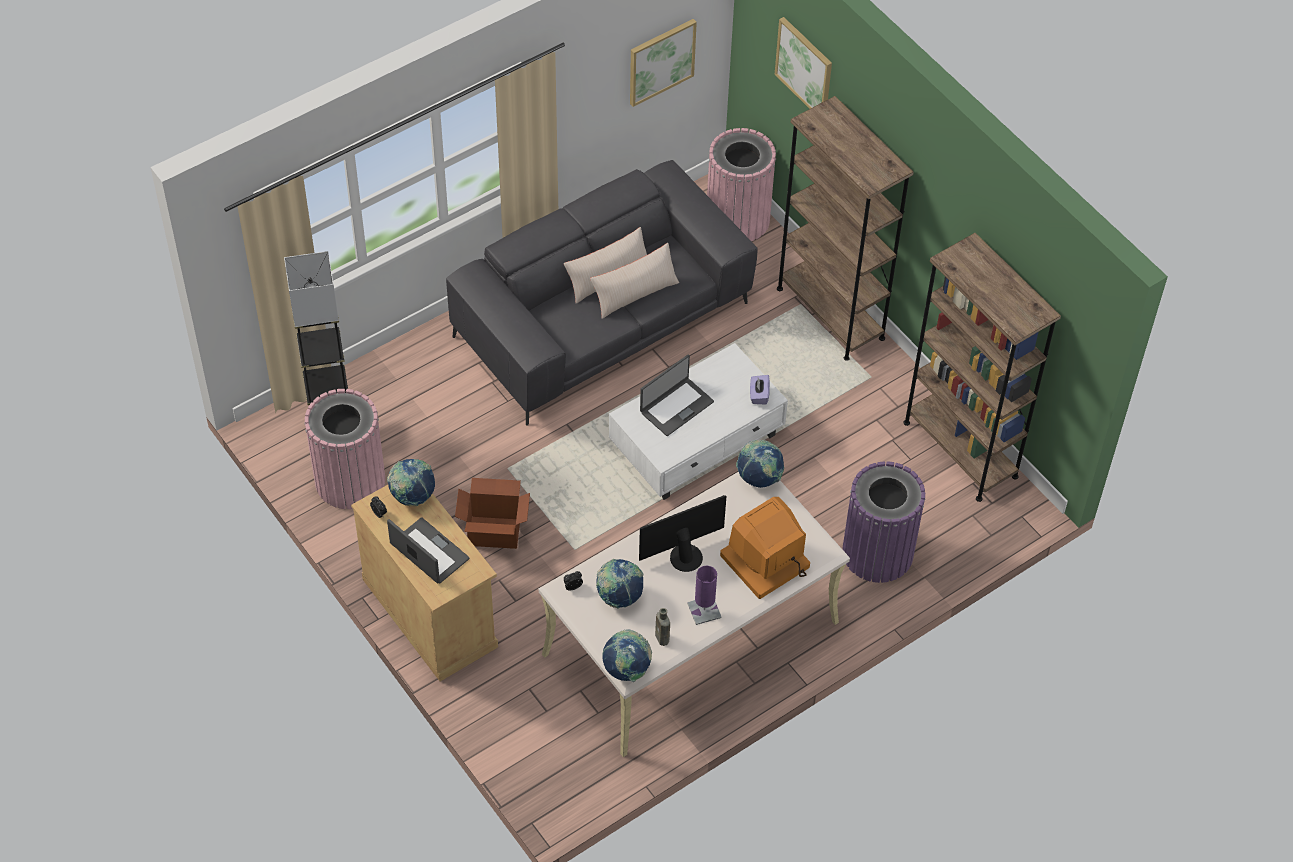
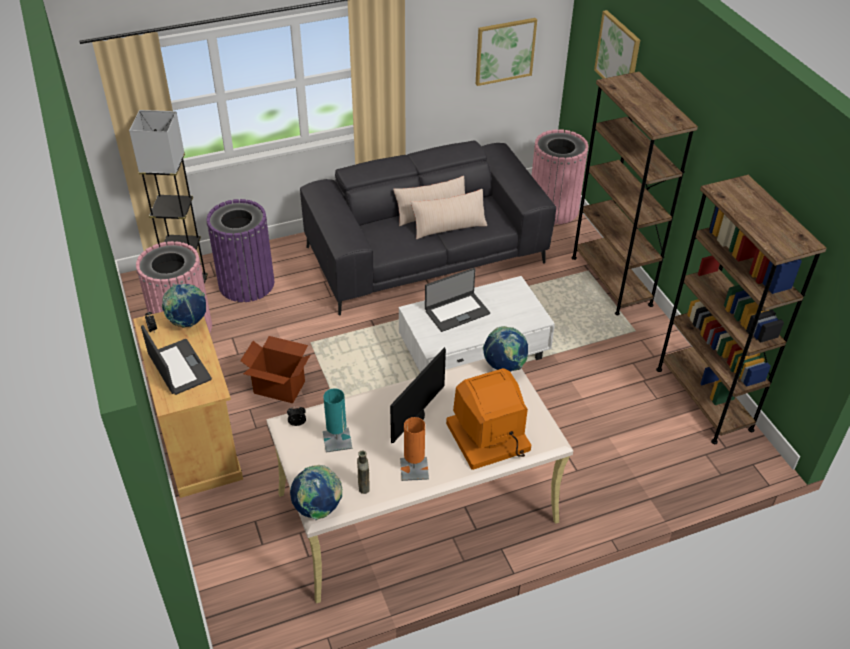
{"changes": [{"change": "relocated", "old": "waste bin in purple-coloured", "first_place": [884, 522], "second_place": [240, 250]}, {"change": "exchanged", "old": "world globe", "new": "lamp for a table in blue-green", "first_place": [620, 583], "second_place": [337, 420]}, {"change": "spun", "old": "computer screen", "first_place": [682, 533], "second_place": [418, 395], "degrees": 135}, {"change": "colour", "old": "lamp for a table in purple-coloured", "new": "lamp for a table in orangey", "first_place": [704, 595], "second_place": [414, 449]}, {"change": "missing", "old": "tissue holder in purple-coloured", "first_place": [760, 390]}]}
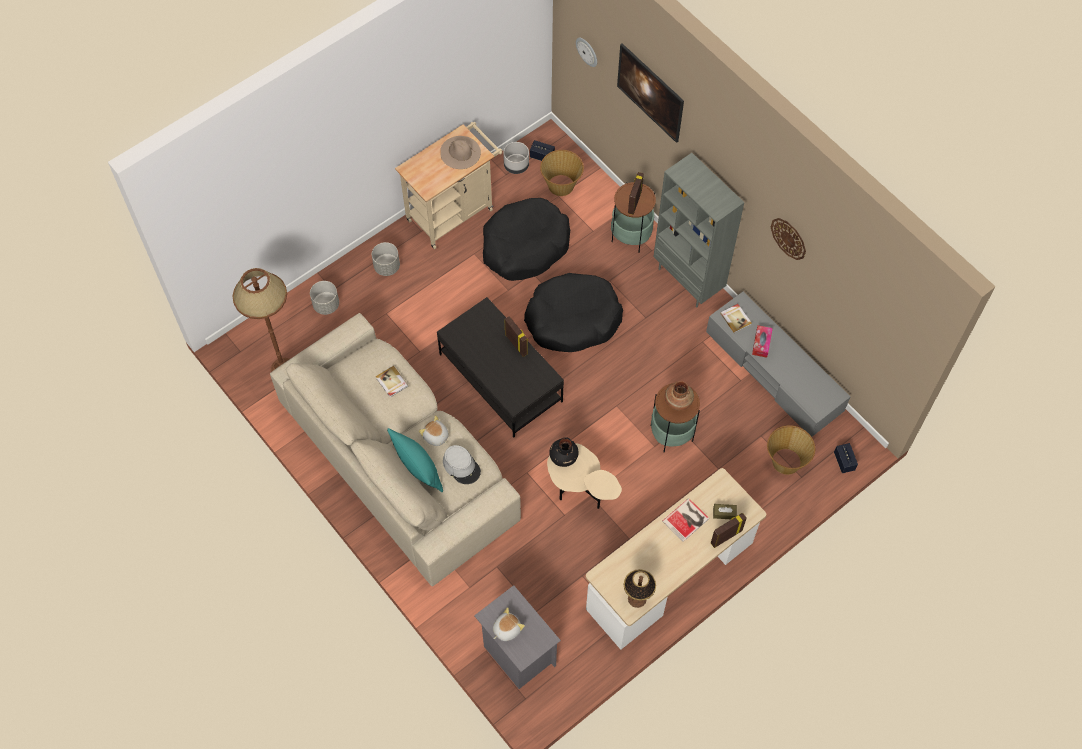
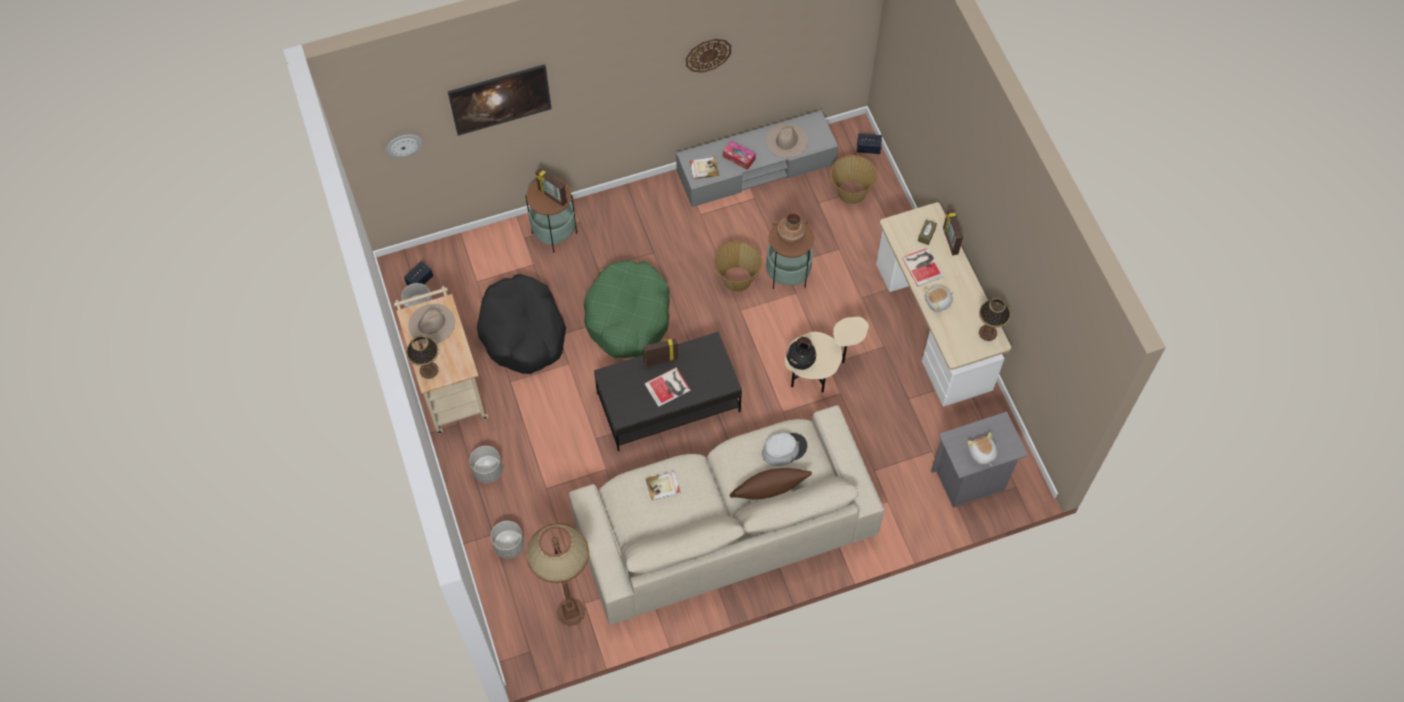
{"changes": [{"change": "appeared", "new": "lamp for a table", "second_place": [422, 357]}, {"change": "colour", "old": "pet bed in black", "new": "pet bed in greenish", "first_place": [573, 312], "second_place": [626, 309]}, {"change": "appeared", "new": "book", "second_place": [667, 387]}, {"change": "relocated", "old": "storage basket", "first_place": [562, 173], "second_place": [738, 266]}, {"change": "colour", "old": "pillow in blue-green", "new": "pillow in brownish", "first_place": [415, 460], "second_place": [771, 484]}, {"change": "appeared", "new": "wearable hat in beige-coloured", "second_place": [787, 140]}, {"change": "relocated", "old": "soft toy", "first_place": [434, 430], "second_place": [938, 299]}, {"change": "missing", "old": "bookcase in gray", "first_place": [698, 230]}]}
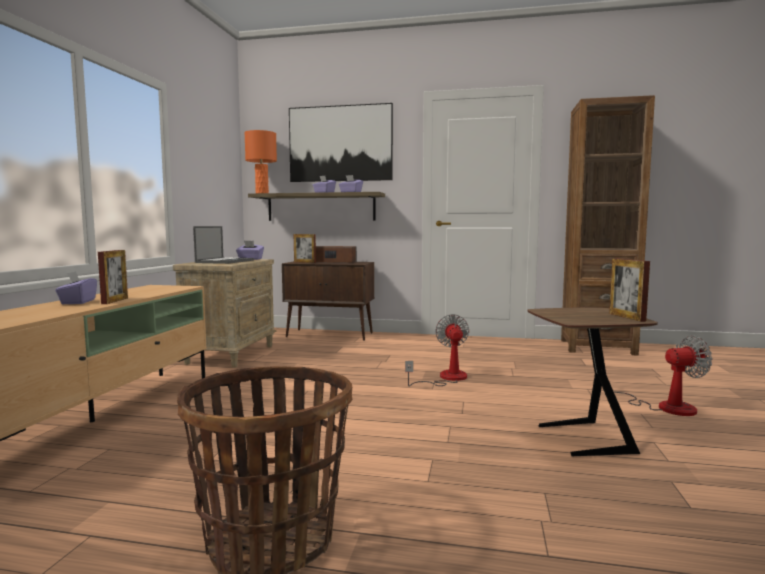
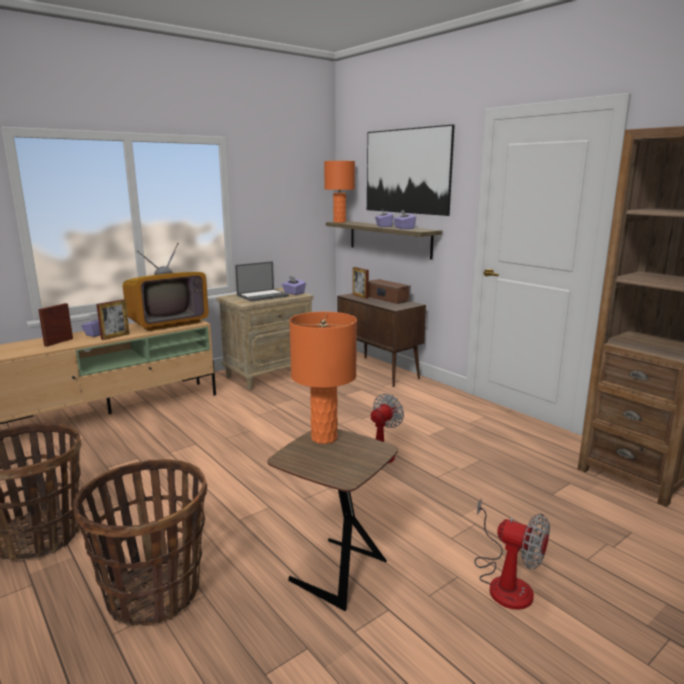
{"changes": [{"change": "relocated", "old": "standing frame", "first_place": [629, 290], "second_place": [55, 325]}, {"change": "appeared", "new": "storage basket", "second_place": [140, 542]}, {"change": "appeared", "new": "TV set", "second_place": [166, 287]}, {"change": "appeared", "new": "lamp for a table in orangey", "second_place": [323, 378]}]}
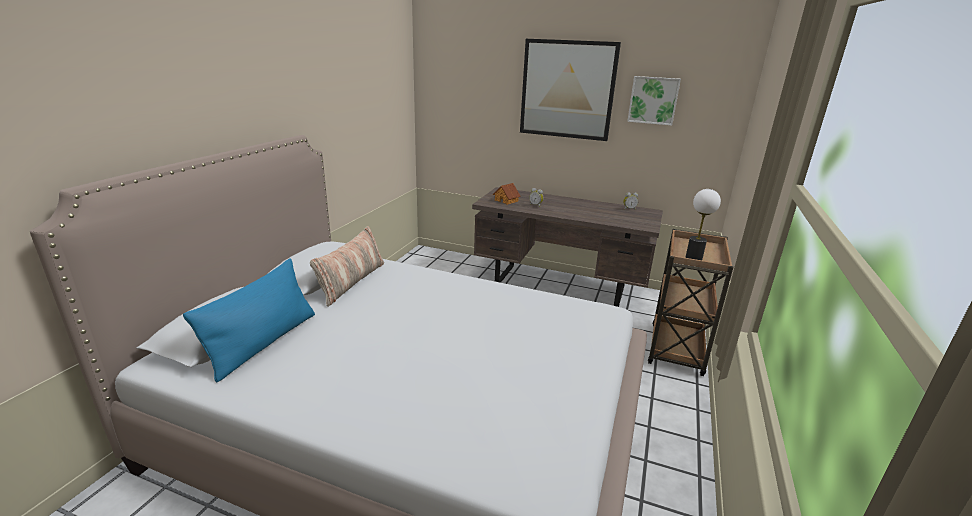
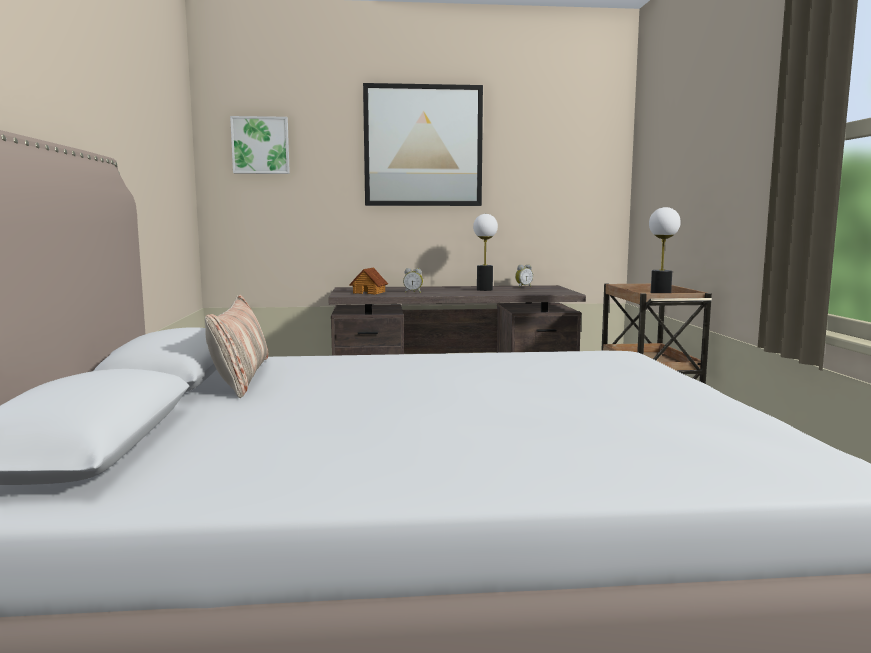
{"changes": [{"change": "relocated", "old": "wall picture", "first_place": [654, 101], "second_place": [260, 145]}, {"change": "appeared", "new": "lamp for a table", "second_place": [485, 252]}, {"change": "missing", "old": "pillow in bluish", "first_place": [249, 320]}]}
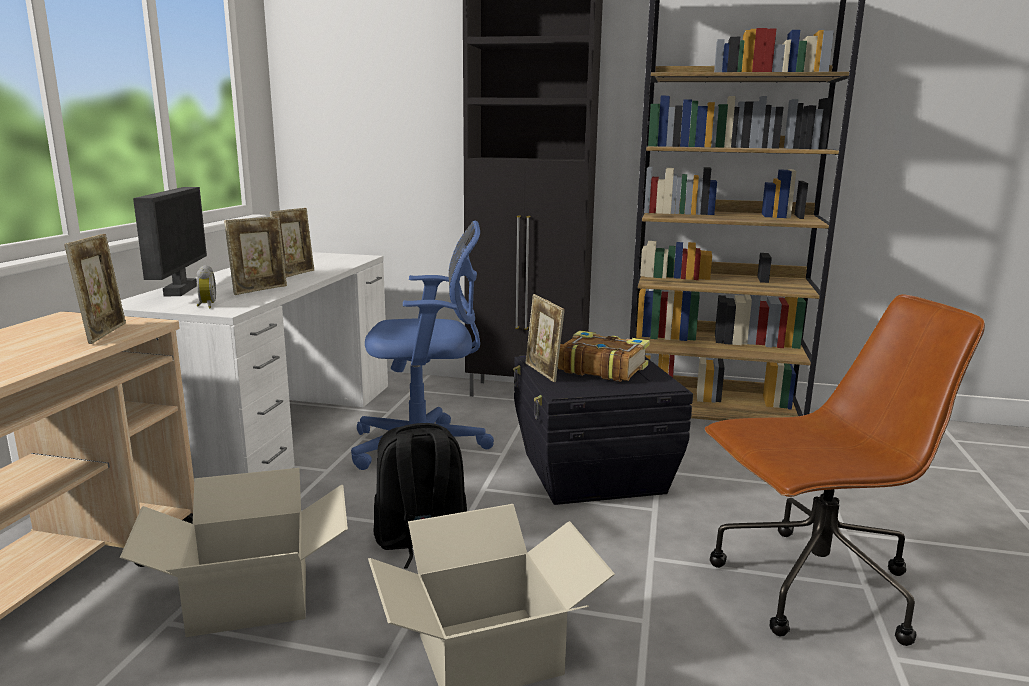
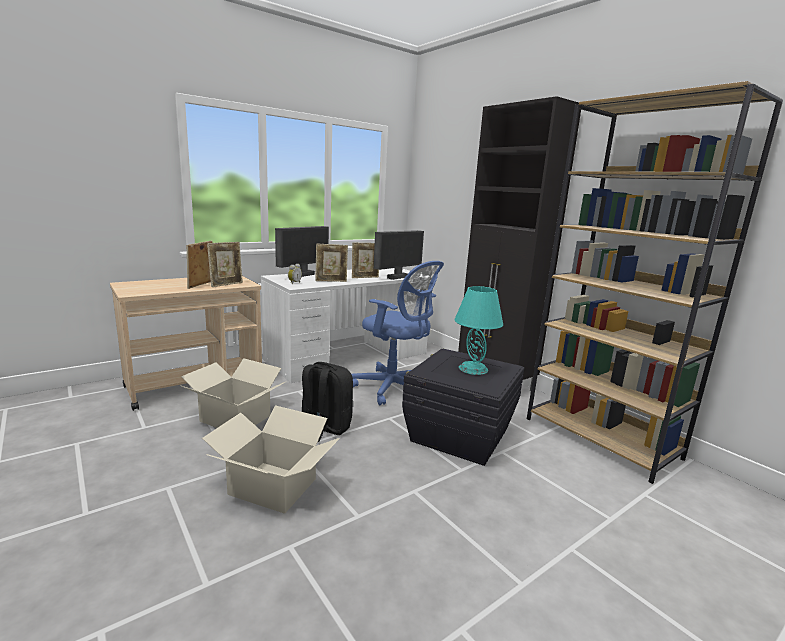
{"changes": [{"change": "relocated", "old": "standing frame", "first_place": [545, 338], "second_place": [200, 265]}, {"change": "appeared", "new": "computer screen", "second_place": [399, 255]}, {"change": "exchanged", "old": "book", "new": "lamp for a table in blue-green", "first_place": [604, 356], "second_place": [478, 330]}, {"change": "missing", "old": "office chair in brownish", "first_place": [845, 470]}]}
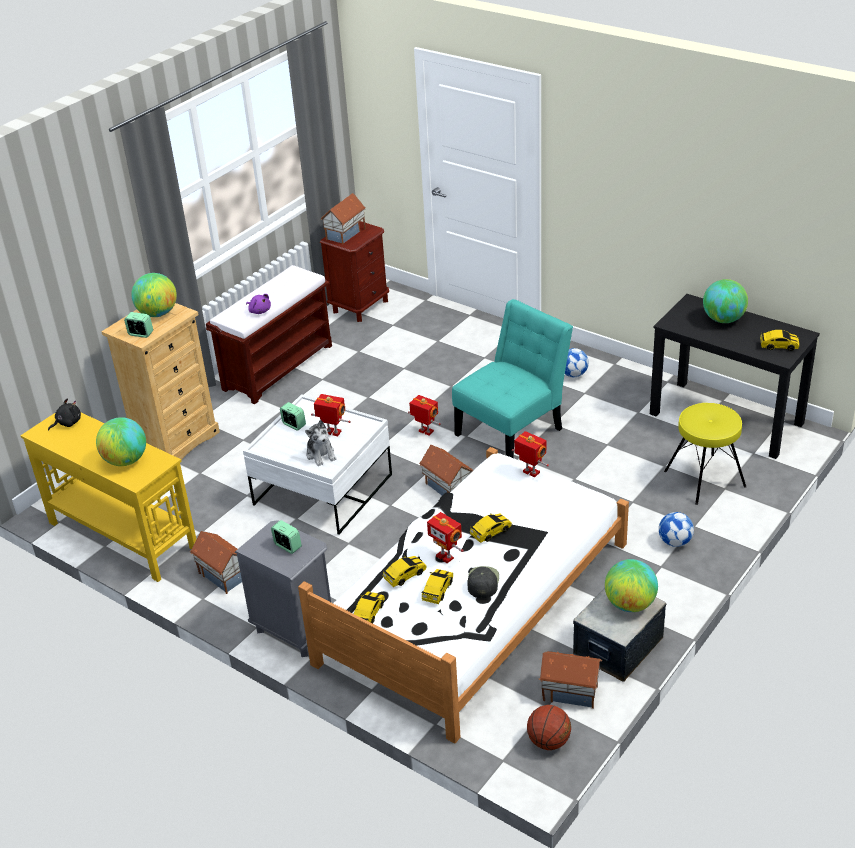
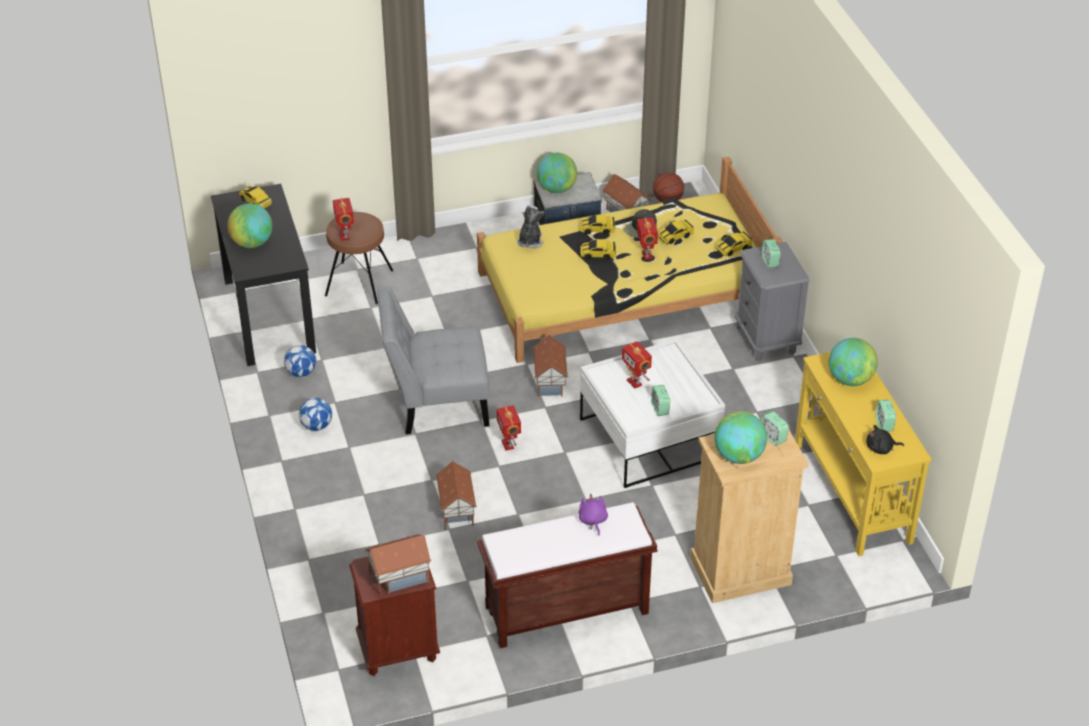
{"changes": [{"change": "relocated", "old": "ball for football", "first_place": [676, 529], "second_place": [300, 361]}, {"change": "colour", "old": "stool seat in yellow-coloured", "new": "stool seat in brownish", "first_place": [705, 454], "second_place": [359, 258]}, {"change": "relocated", "old": "robot figure", "first_place": [530, 454], "second_place": [343, 219]}, {"change": "colour", "old": "chair in blue-green", "new": "chair in gray", "first_place": [512, 378], "second_place": [433, 360]}, {"change": "relocated", "old": "model house", "first_place": [216, 562], "second_place": [456, 495]}, {"change": "colour", "old": "bedroom bed in whitish", "new": "bedroom bed in yellow-coloured", "first_place": [463, 595], "second_place": [630, 259]}, {"change": "relocated", "old": "soft toy", "first_place": [321, 443], "second_place": [530, 227]}, {"change": "relocated", "old": "miniature car", "first_place": [405, 571], "second_place": [597, 224]}, {"change": "appeared", "new": "bedside clock", "second_place": [885, 416]}]}
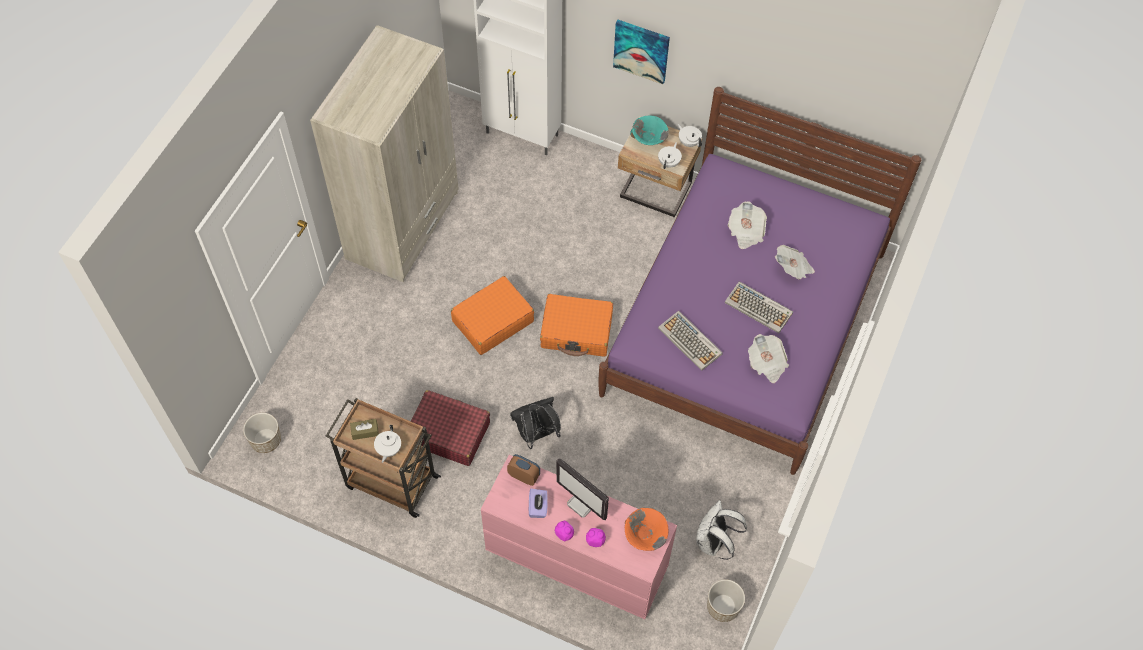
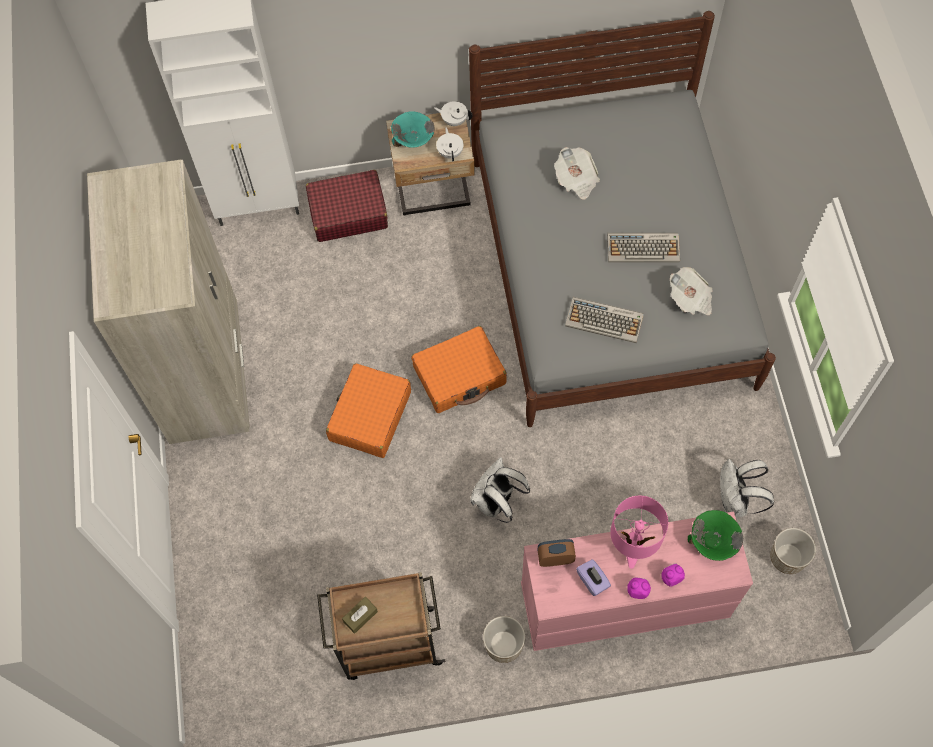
{"changes": [{"change": "relocated", "old": "suitcase in reddish", "first_place": [450, 428], "second_place": [347, 206]}, {"change": "colour", "old": "bedroom bed in purple-coloured", "new": "bedroom bed in gray", "first_place": [759, 281], "second_place": [622, 219]}, {"change": "colour", "old": "knapsack in black", "new": "knapsack in whitish", "first_place": [535, 423], "second_place": [500, 490]}, {"change": "relocated", "old": "flower pot", "first_place": [262, 433], "second_place": [504, 639]}, {"change": "exchanged", "old": "computer screen", "new": "lamp for a table in pink-coloured", "first_place": [582, 489], "second_place": [639, 532]}, {"change": "colour", "old": "serving bowl in orangey", "new": "serving bowl in greenish", "first_place": [646, 529], "second_place": [715, 535]}, {"change": "missing", "old": "tea pot in whitish", "first_place": [387, 444]}, {"change": "missing", "old": "wall picture", "first_place": [641, 52]}, {"change": "missing", "old": "daily paper", "first_place": [795, 262]}]}
